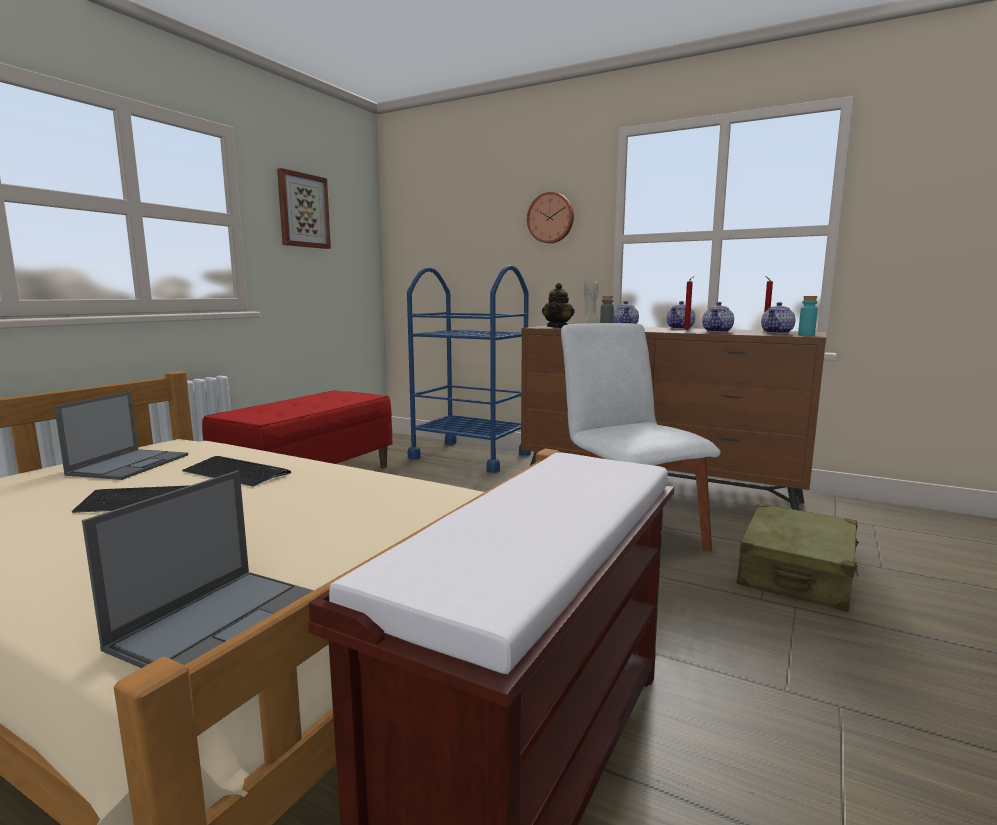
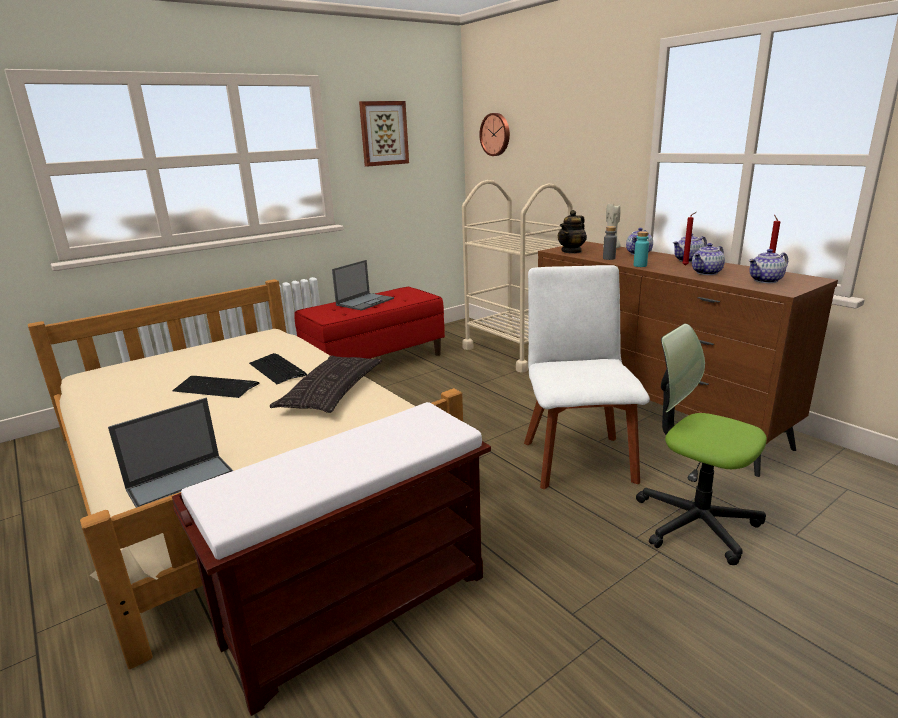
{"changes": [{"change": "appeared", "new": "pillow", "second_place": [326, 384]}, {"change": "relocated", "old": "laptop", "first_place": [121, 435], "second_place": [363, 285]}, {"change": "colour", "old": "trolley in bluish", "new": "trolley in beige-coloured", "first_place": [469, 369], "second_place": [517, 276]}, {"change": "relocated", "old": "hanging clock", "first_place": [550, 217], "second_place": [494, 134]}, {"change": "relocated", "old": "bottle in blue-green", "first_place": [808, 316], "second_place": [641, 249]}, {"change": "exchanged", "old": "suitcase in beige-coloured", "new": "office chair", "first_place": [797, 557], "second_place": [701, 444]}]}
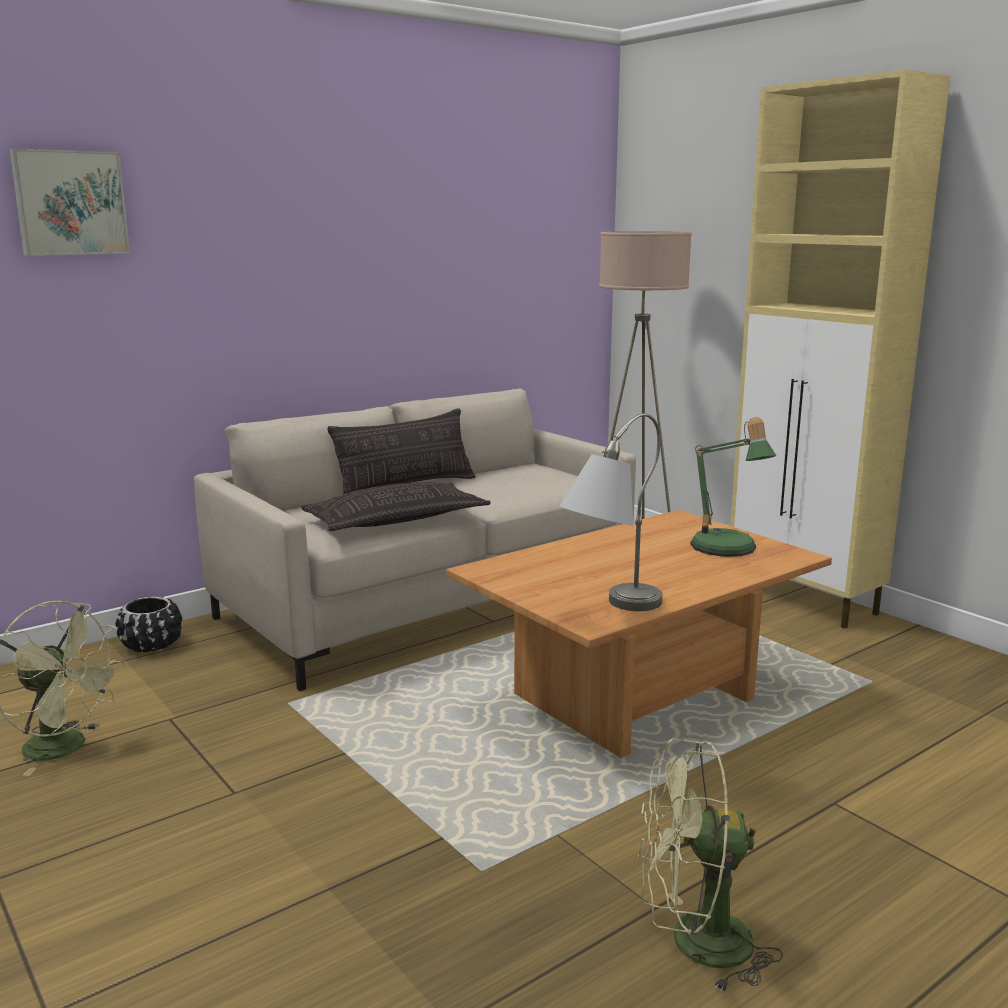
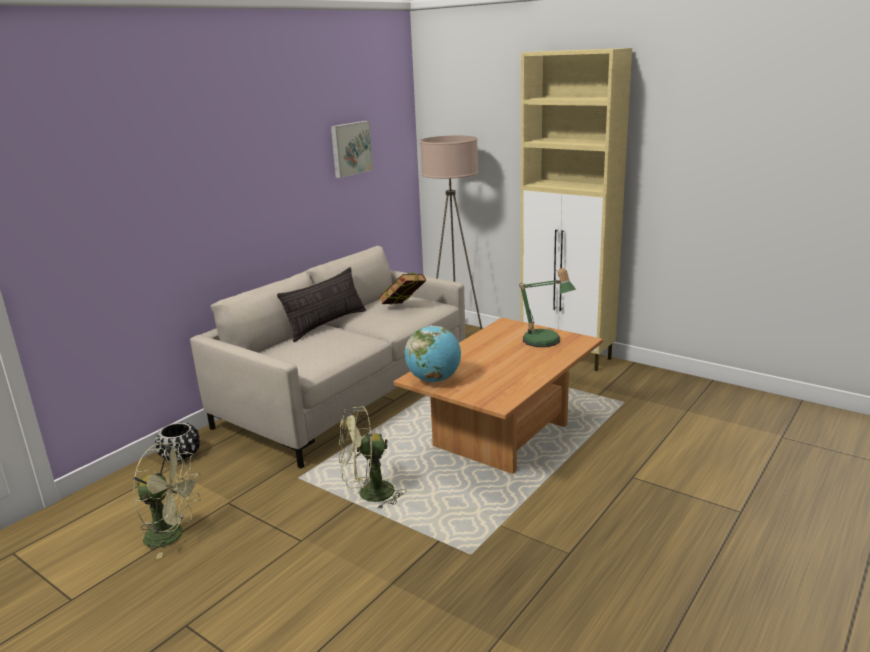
{"changes": [{"change": "relocated", "old": "wall picture", "first_place": [69, 202], "second_place": [352, 149]}, {"change": "relocated", "old": "electric fan in greenish", "first_place": [710, 865], "second_place": [373, 457]}, {"change": "appeared", "new": "book", "second_place": [402, 289]}, {"change": "appeared", "new": "world globe", "second_place": [433, 354]}, {"change": "missing", "old": "pillow", "first_place": [396, 506]}, {"change": "missing", "old": "lamp for a table in gray", "first_place": [611, 512]}]}
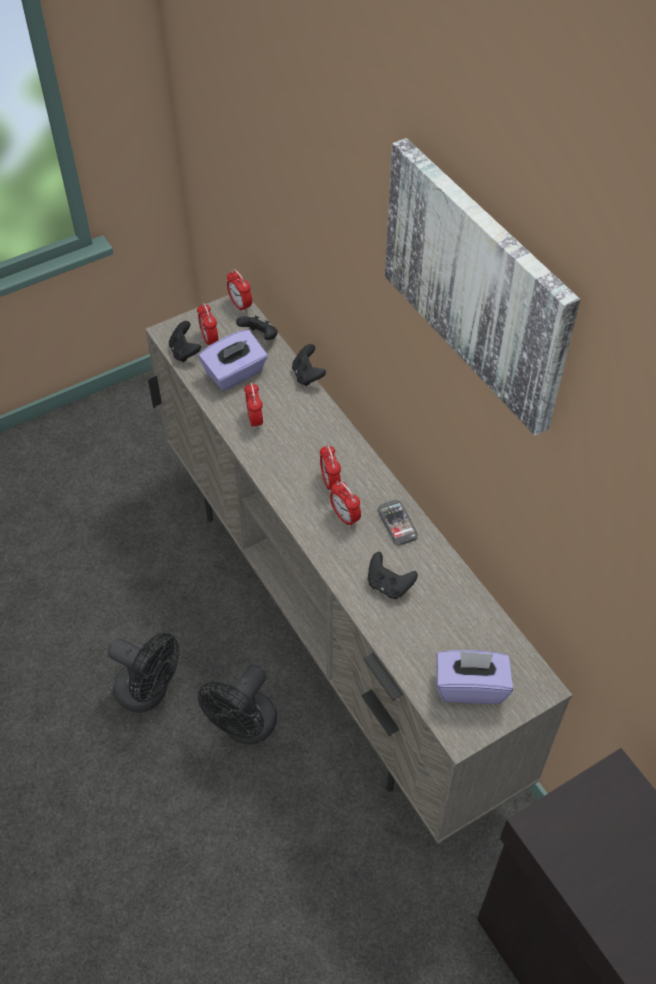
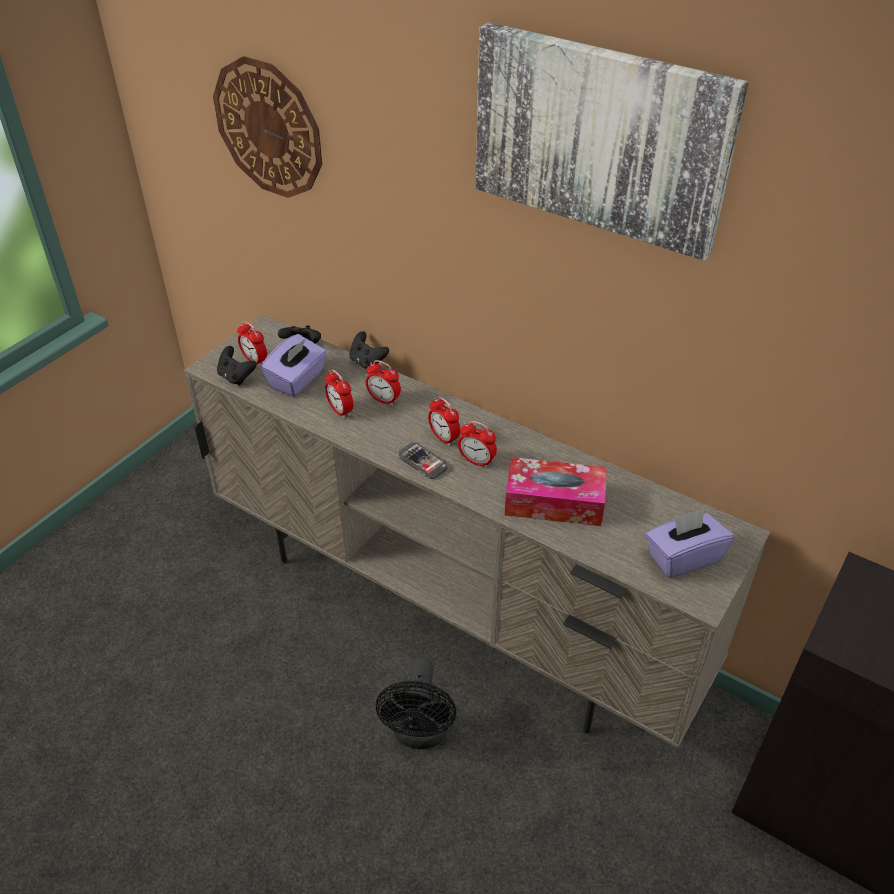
{"changes": [{"change": "appeared", "new": "hanging clock", "second_place": [267, 127]}, {"change": "relocated", "old": "bedside clock", "first_place": [239, 291], "second_place": [383, 383]}, {"change": "relocated", "old": "handset", "first_place": [397, 522], "second_place": [423, 460]}, {"change": "exchanged", "old": "gamepad in black", "new": "tissue holder", "first_place": [393, 575], "second_place": [556, 491]}, {"change": "missing", "old": "electric fan in black", "first_place": [143, 673]}]}
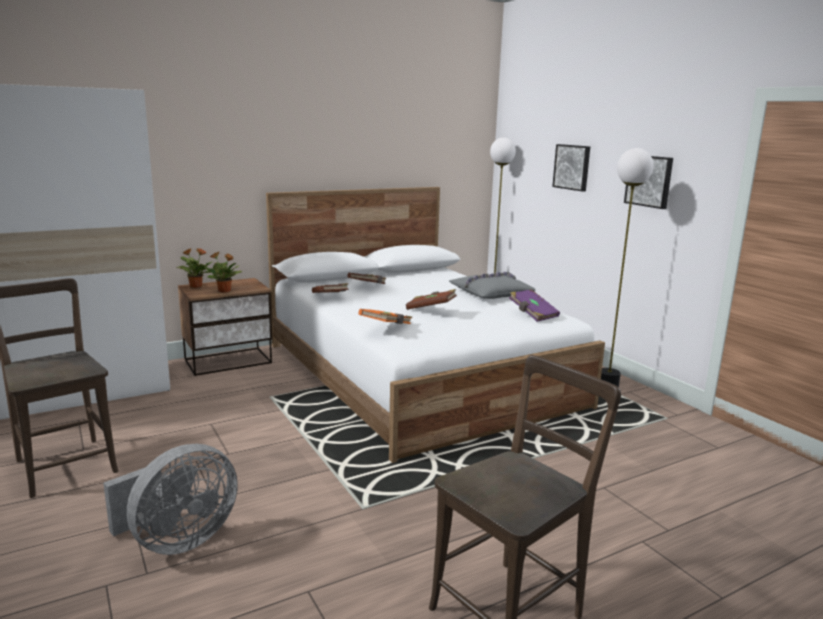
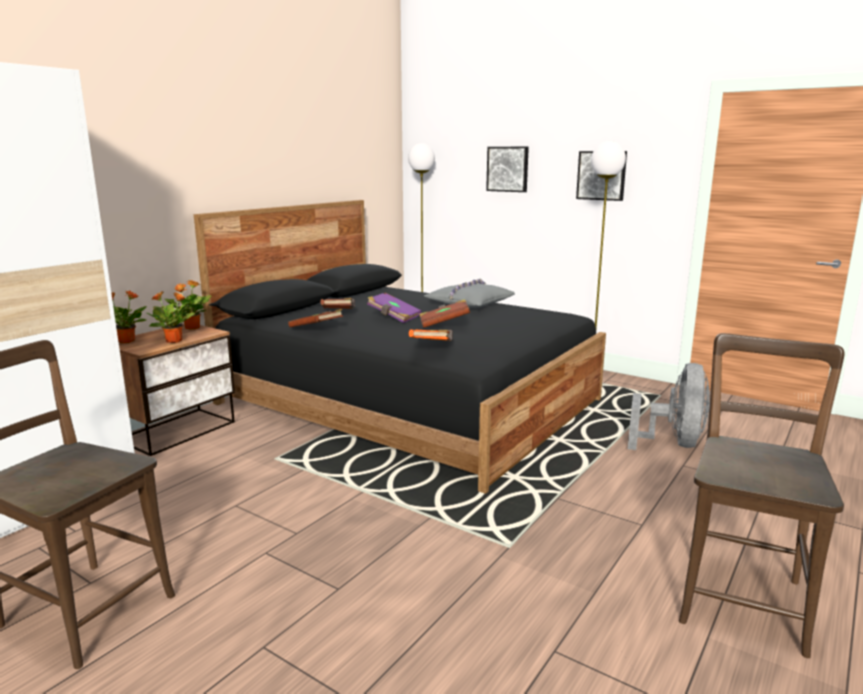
{"changes": [{"change": "appeared", "new": "plant in a pot", "second_place": [188, 305]}, {"change": "colour", "old": "bedroom bed in whitish", "new": "bedroom bed in black", "first_place": [435, 325], "second_place": [400, 347]}, {"change": "relocated", "old": "book in purple-coloured", "first_place": [534, 306], "second_place": [394, 308]}, {"change": "relocated", "old": "electric fan in gray", "first_place": [170, 499], "second_place": [669, 406]}]}
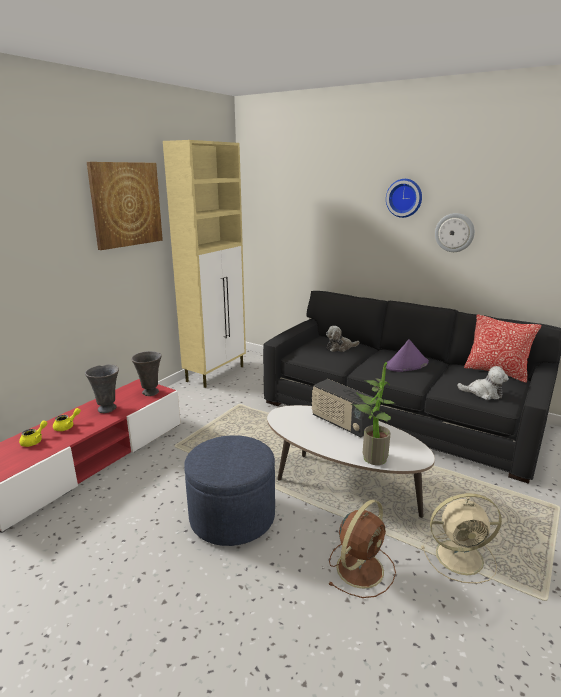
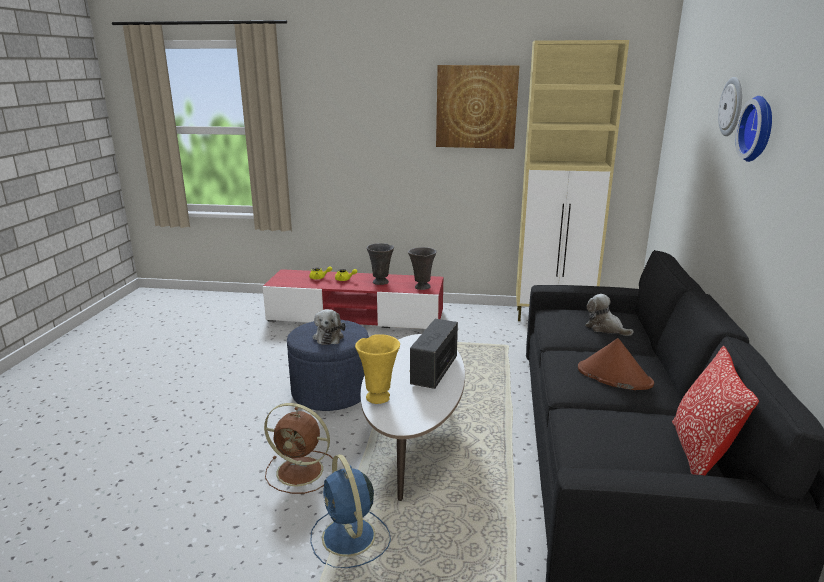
{"changes": [{"change": "colour", "old": "electric fan in beige-coloured", "new": "electric fan in bluish", "first_place": [461, 538], "second_place": [350, 511]}, {"change": "relocated", "old": "soft toy", "first_place": [483, 383], "second_place": [329, 327]}, {"change": "exchanged", "old": "plant in a pot", "new": "vase in yellow-coloured", "first_place": [373, 413], "second_place": [377, 369]}, {"change": "colour", "old": "wearable hat in purple-coloured", "new": "wearable hat in brownish", "first_place": [407, 355], "second_place": [616, 364]}, {"change": "relocated", "old": "hanging clock", "first_place": [455, 232], "second_place": [730, 106]}]}
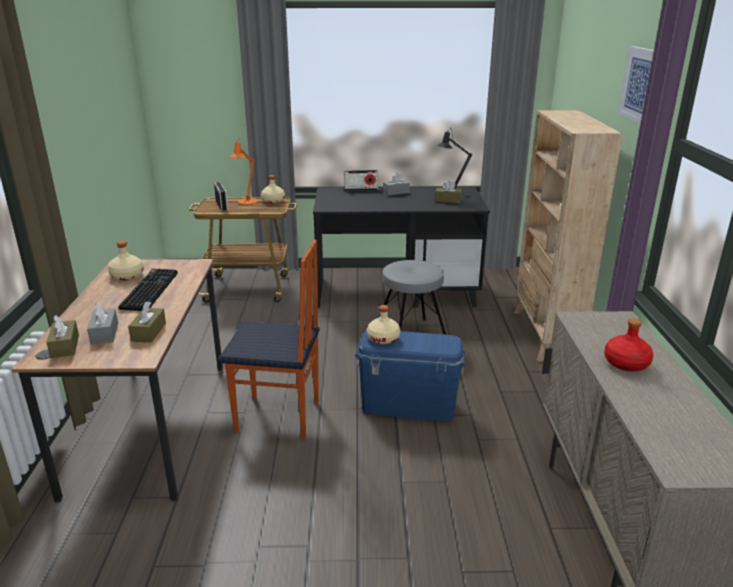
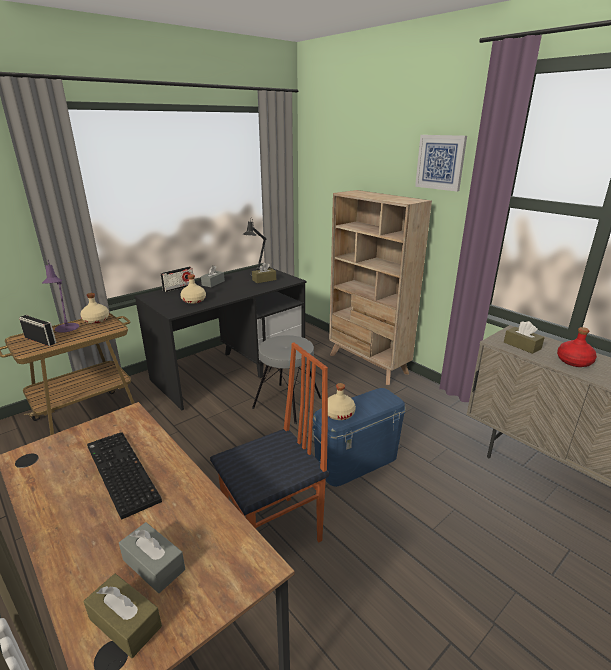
{"changes": [{"change": "colour", "old": "lamp for a table in orangey", "new": "lamp for a table in purple-coloured", "first_place": [244, 171], "second_place": [60, 296]}, {"change": "relocated", "old": "bottle in beige-coloured", "first_place": [126, 260], "second_place": [193, 289]}, {"change": "relocated", "old": "tissue holder in brownish", "first_place": [147, 321], "second_place": [524, 337]}]}
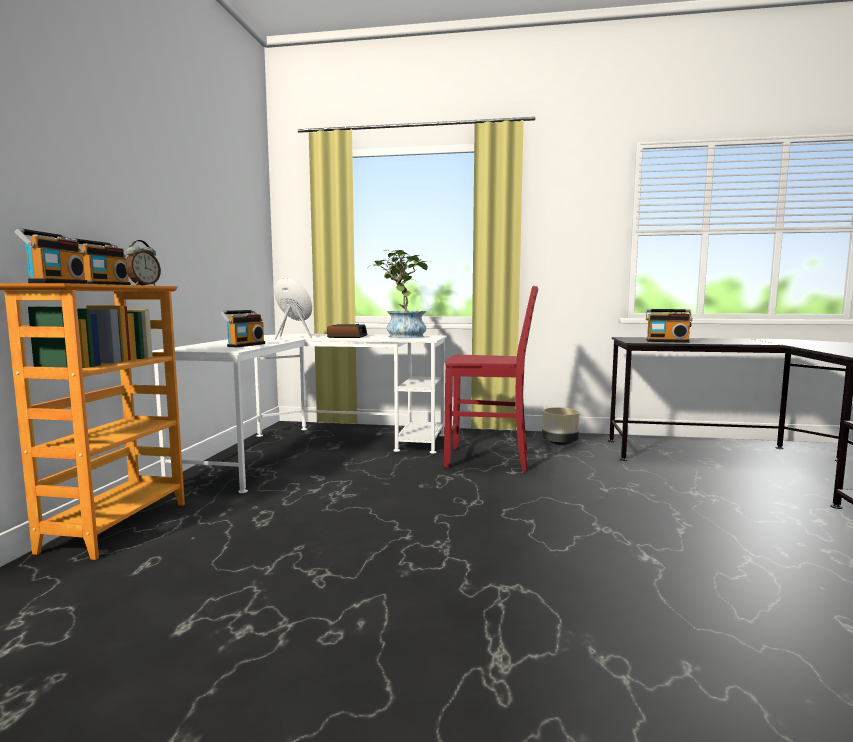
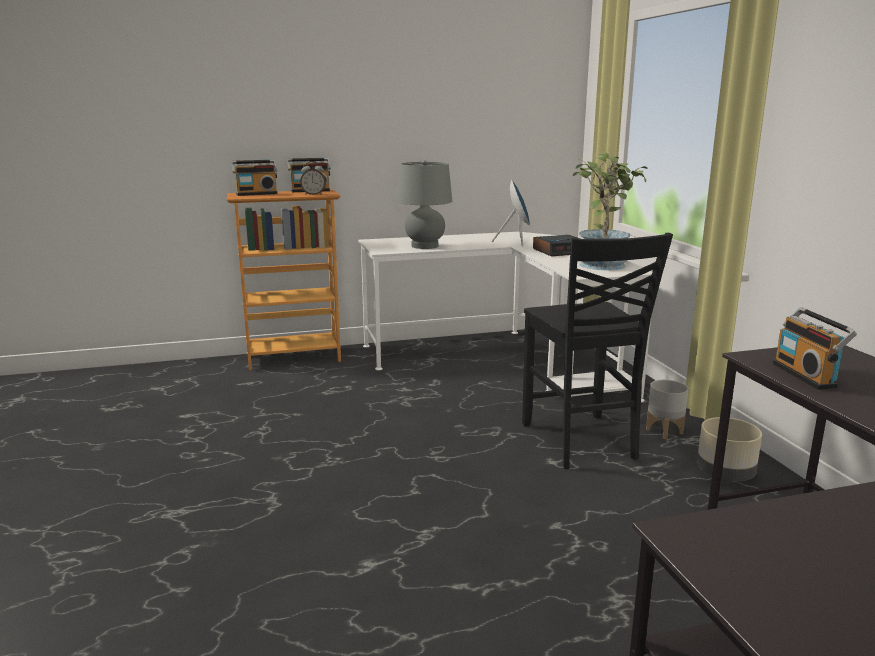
{"changes": [{"change": "exchanged", "old": "radio set", "new": "lamp for a table in gray", "first_place": [243, 328], "second_place": [424, 204]}, {"change": "colour", "old": "chair in reddish", "new": "chair in black", "first_place": [491, 379], "second_place": [597, 351]}, {"change": "appeared", "new": "flower pot in gray", "second_place": [667, 410]}]}
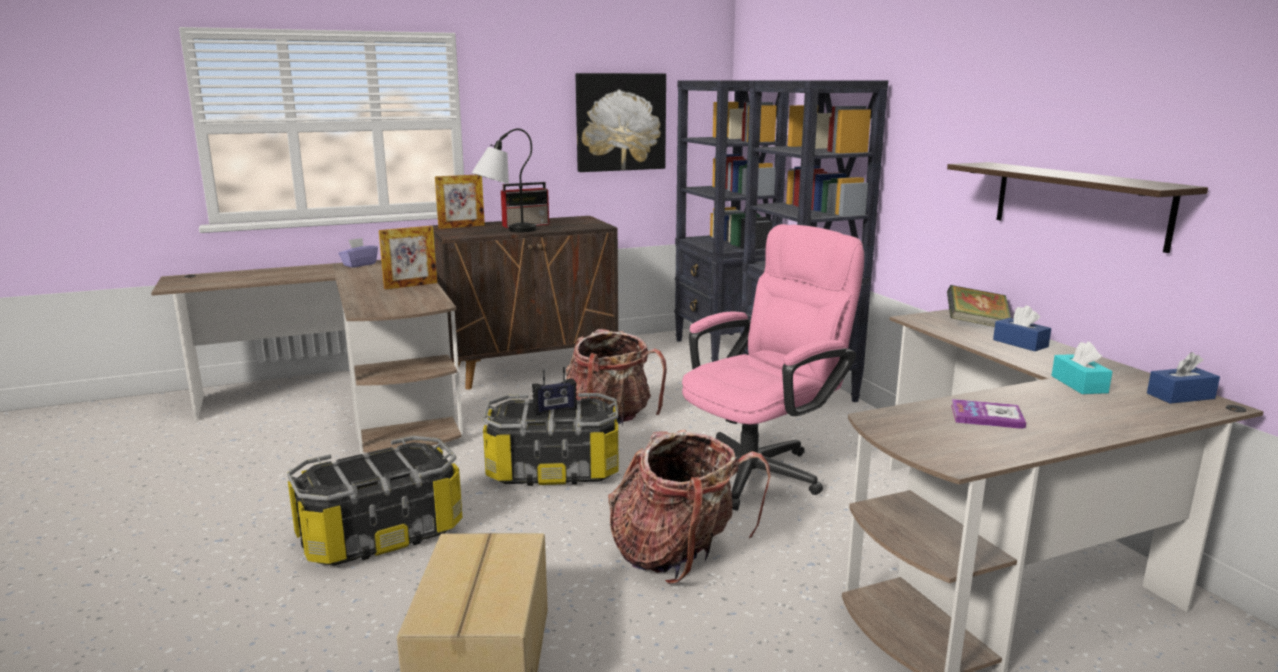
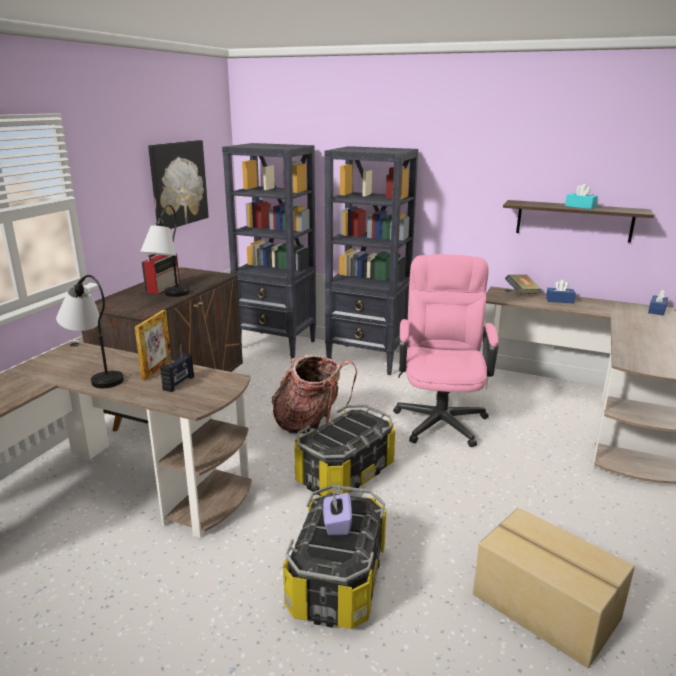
{"changes": [{"change": "appeared", "new": "lamp for a table", "second_place": [90, 331]}, {"change": "relocated", "old": "radio set", "first_place": [554, 391], "second_place": [177, 368]}, {"change": "relocated", "old": "tissue holder in purple-coloured", "first_place": [358, 253], "second_place": [337, 513]}, {"change": "relocated", "old": "tissue holder in blue-green", "first_place": [1082, 367], "second_place": [581, 196]}, {"change": "missing", "old": "standing frame", "first_place": [460, 202]}, {"change": "missing", "old": "knapsack", "first_place": [689, 507]}, {"change": "missing", "old": "book", "first_place": [988, 414]}]}
